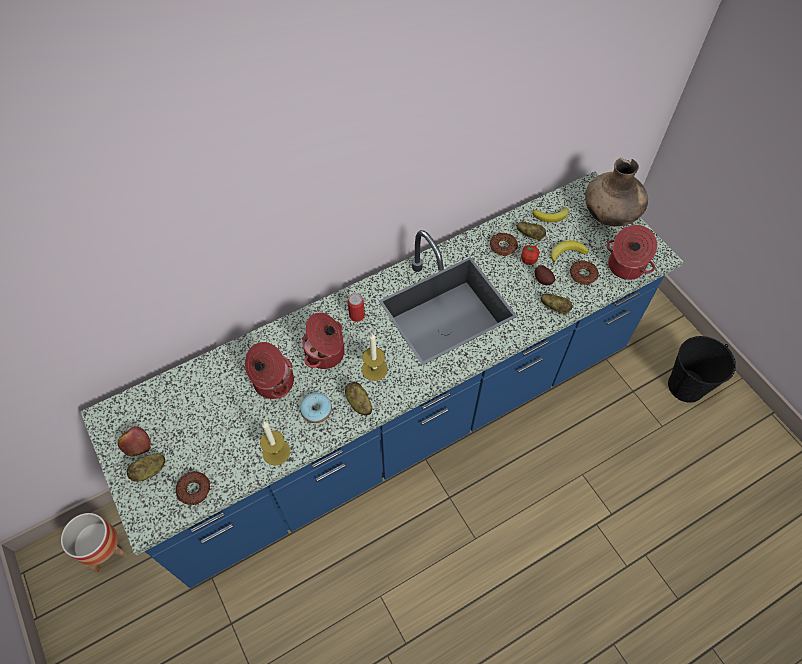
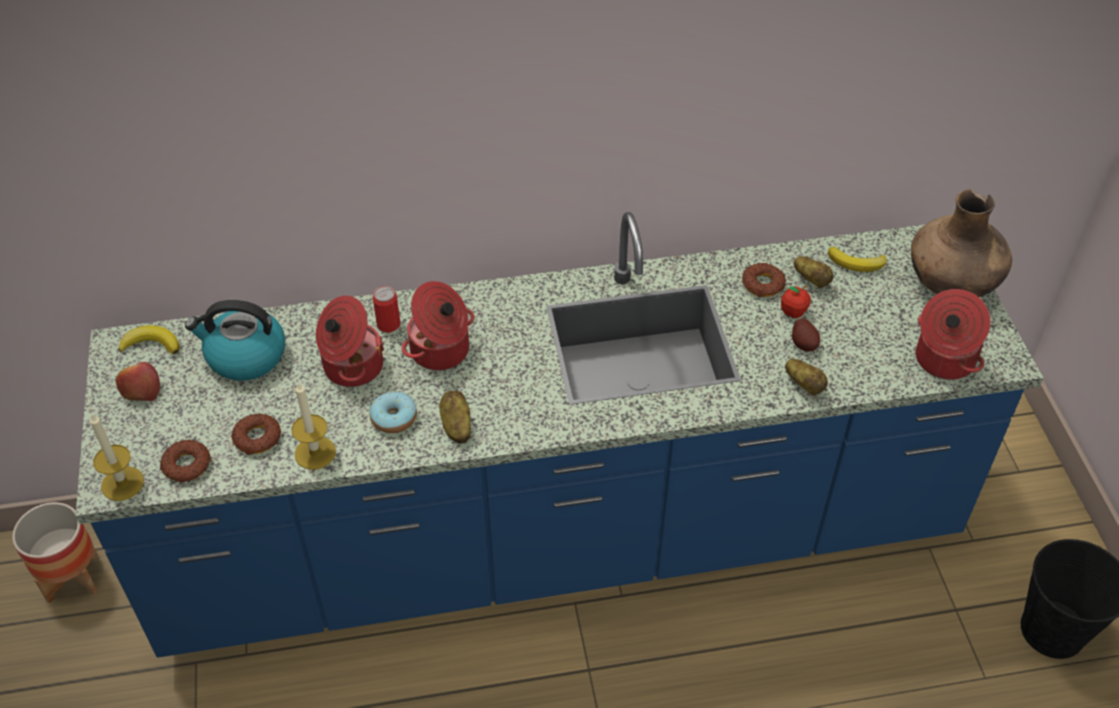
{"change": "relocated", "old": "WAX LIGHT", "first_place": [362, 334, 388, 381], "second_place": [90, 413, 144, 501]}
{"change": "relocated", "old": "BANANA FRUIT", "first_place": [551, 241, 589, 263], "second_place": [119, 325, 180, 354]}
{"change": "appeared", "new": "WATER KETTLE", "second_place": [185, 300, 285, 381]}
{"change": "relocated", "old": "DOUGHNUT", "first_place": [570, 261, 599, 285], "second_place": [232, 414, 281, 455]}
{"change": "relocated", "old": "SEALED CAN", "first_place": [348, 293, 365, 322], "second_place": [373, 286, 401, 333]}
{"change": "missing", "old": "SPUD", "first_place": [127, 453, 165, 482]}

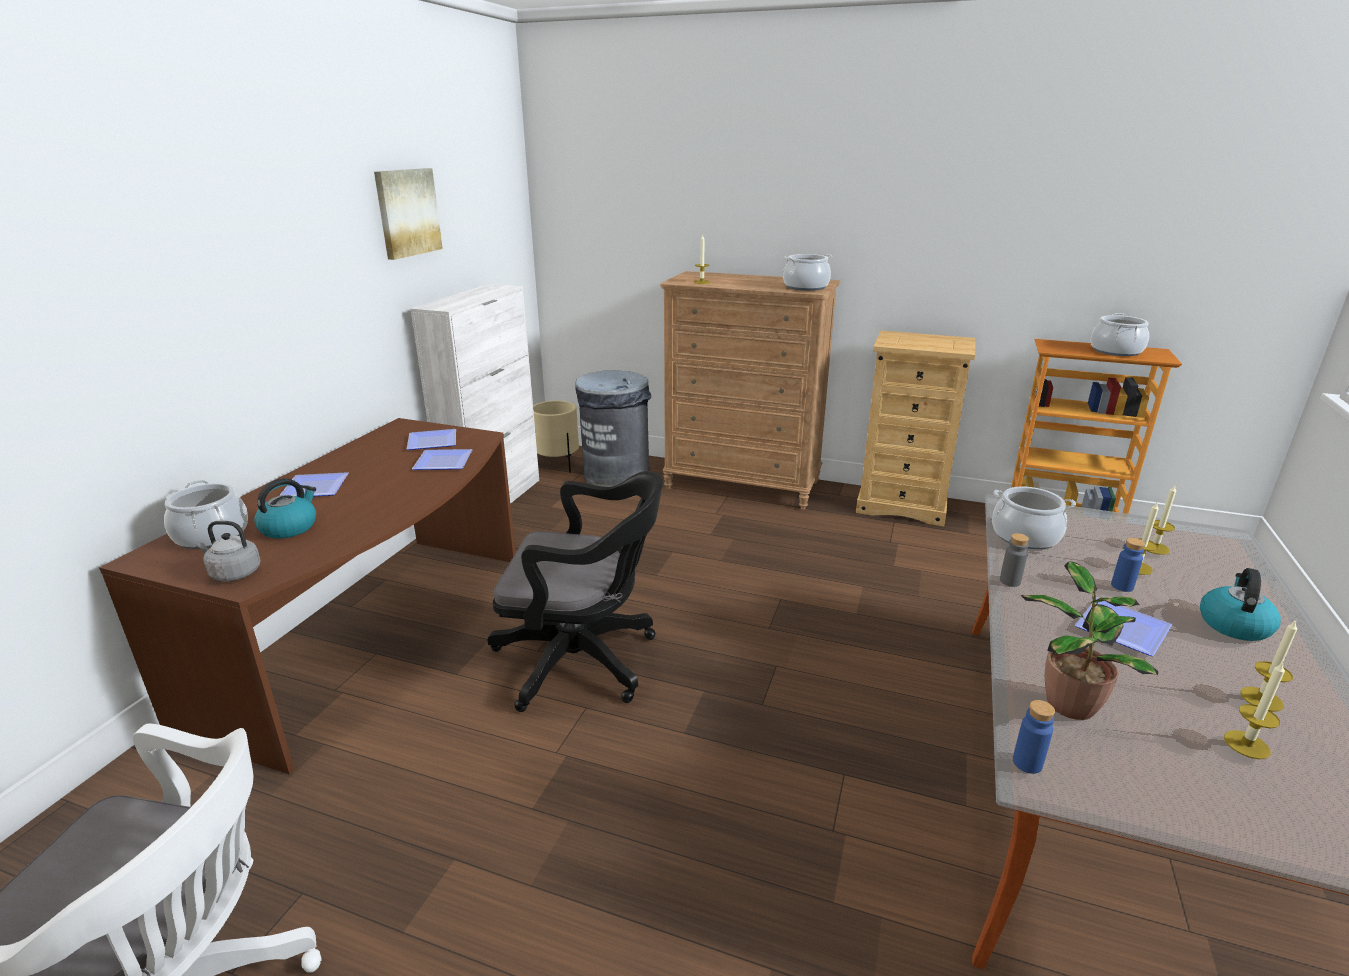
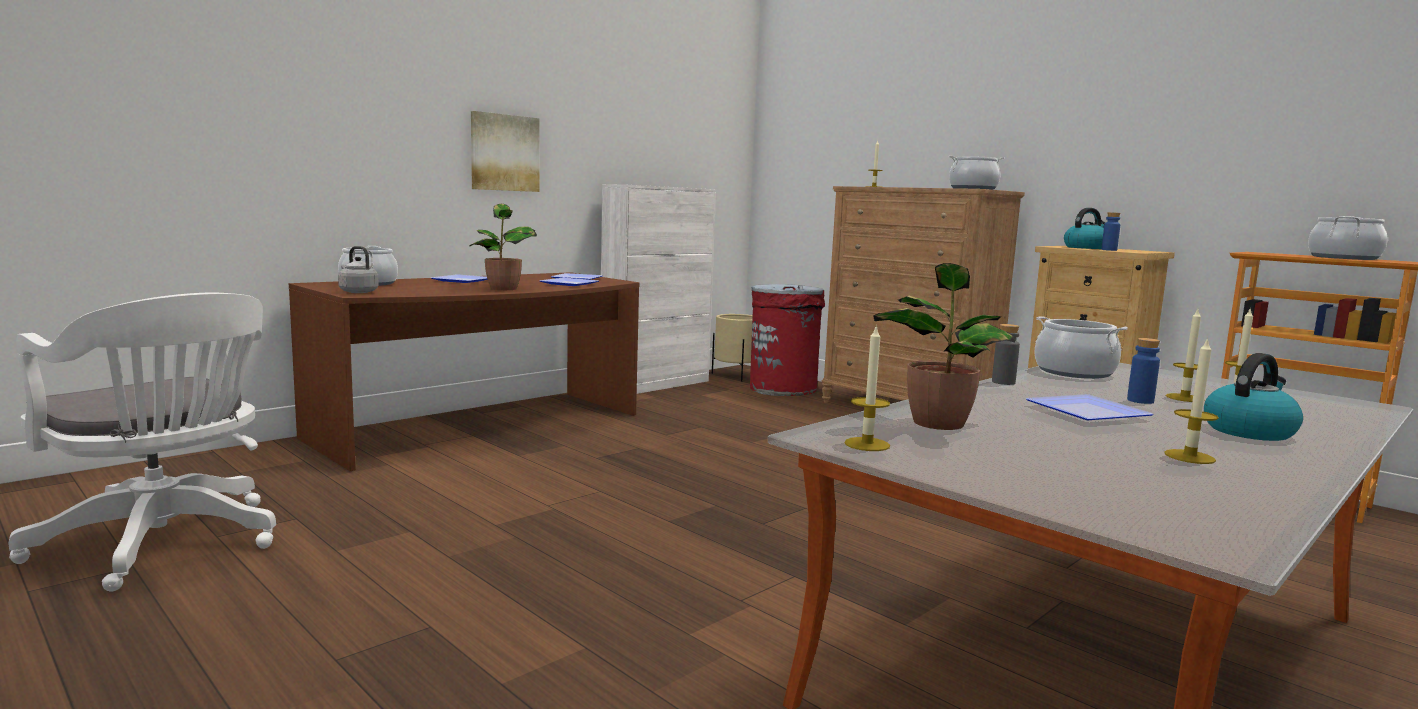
{"change": "appeared", "new": "POTTED PLANT", "second_place": [469, 204, 537, 290]}
{"change": "relocated", "old": "WALL PICTURE", "first_place": [374, 168, 443, 260], "second_place": [471, 111, 540, 192]}
{"change": "colour", "old": "GREY TRASH CAN", "new": "REDDISH TRASH CAN", "first_place": [575, 370, 651, 487], "second_place": [750, 284, 825, 396]}
{"change": "relocated", "old": "WAX LIGHT", "first_place": [1224, 661, 1285, 759], "second_place": [845, 324, 890, 451]}
{"change": "relocated", "old": "WATER KETTLE", "first_place": [254, 478, 316, 539], "second_place": [1064, 208, 1106, 249]}
{"change": "relocated", "old": "BLUISH BEVERAGE BOTTLE", "first_place": [1013, 700, 1055, 774], "second_place": [1101, 212, 1120, 251]}
{"change": "missing", "old": "BLACK DESK CHAIR", "first_place": [488, 471, 663, 712]}

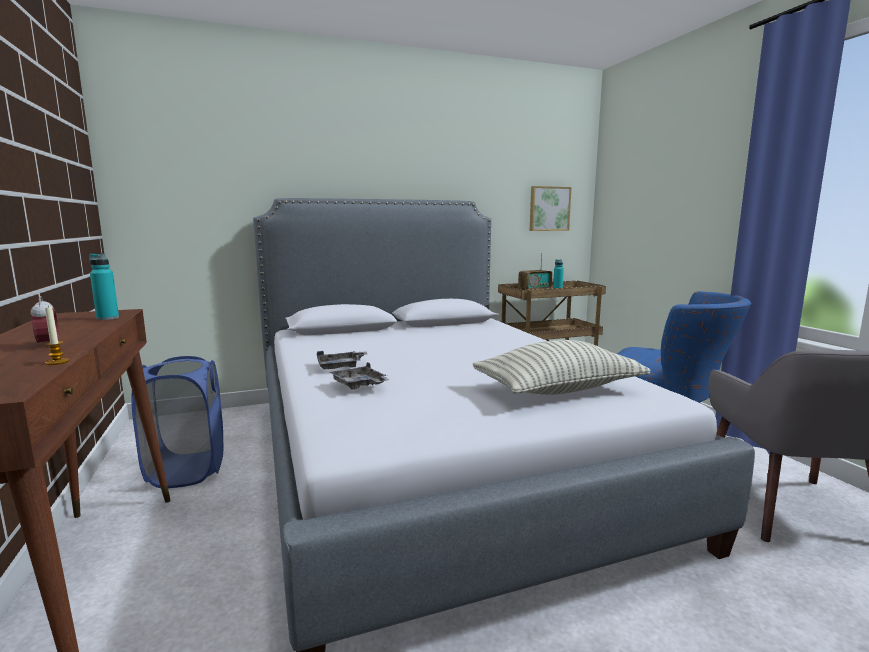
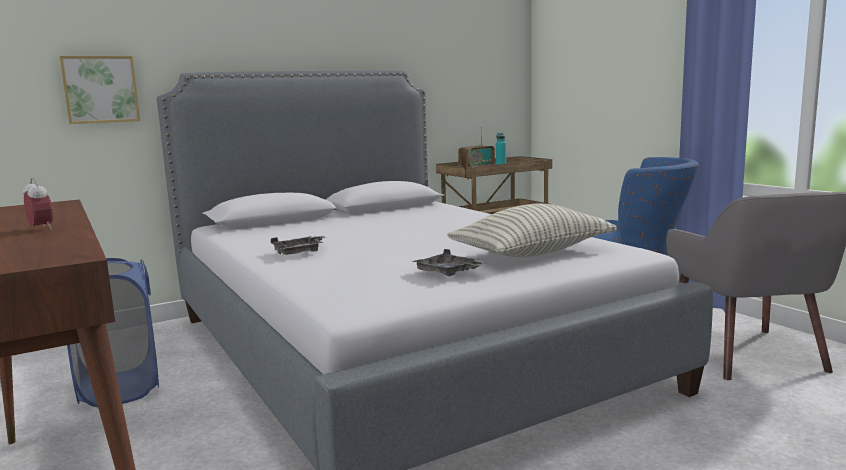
{"change": "relocated", "old": "WALL PICTURE", "first_place": [530, 186, 572, 231], "second_place": [59, 56, 140, 124]}
{"change": "relocated", "old": "GREY SERVING TRAY", "first_place": [330, 362, 390, 389], "second_place": [411, 249, 488, 276]}
{"change": "missing", "old": "WAX LIGHT", "first_place": [45, 306, 70, 365]}
{"change": "missing", "old": "BLUE-GREEN BEVERAGE BOTTLE", "first_place": [89, 254, 119, 320]}

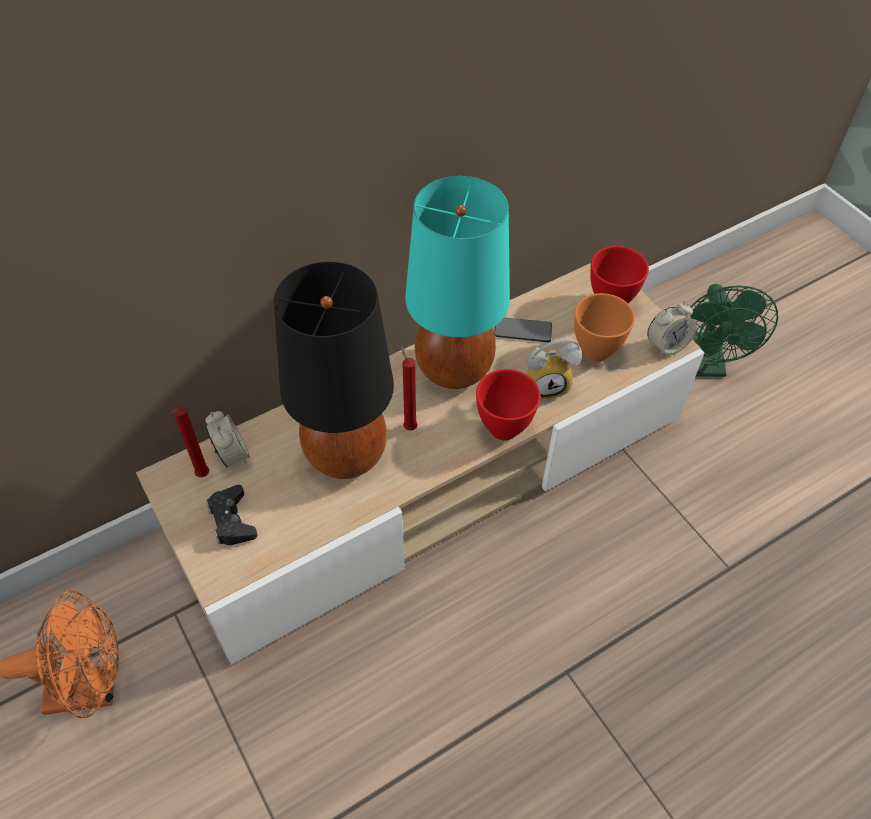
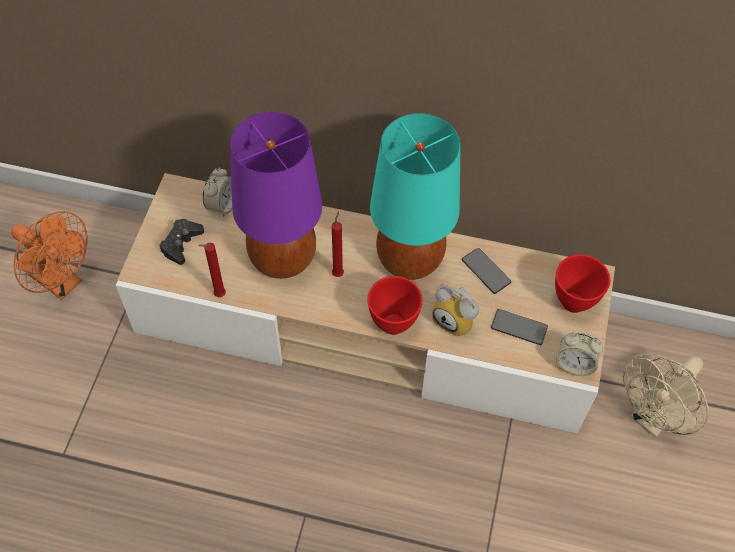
{"change": "relocated", "old": "REDDISH WAX LIGHT", "first_place": [171, 406, 209, 477], "second_place": [198, 242, 226, 297]}
{"change": "colour", "old": "BLACK LAMP FOR A TABLE", "new": "PURPLE-COLOURED LAMP FOR A TABLE", "first_place": [274, 262, 394, 479], "second_place": [230, 112, 322, 279]}
{"change": "exchanged", "old": "ORANGE-COLOURED BOWL", "new": "HANDSET", "first_place": [574, 293, 635, 362], "second_place": [491, 309, 548, 345]}
{"change": "colour", "old": "GREENISH ELECTRIC FAN", "new": "SAND-COLOURED ELECTRIC FAN", "first_place": [690, 284, 778, 377], "second_place": [623, 353, 709, 437]}

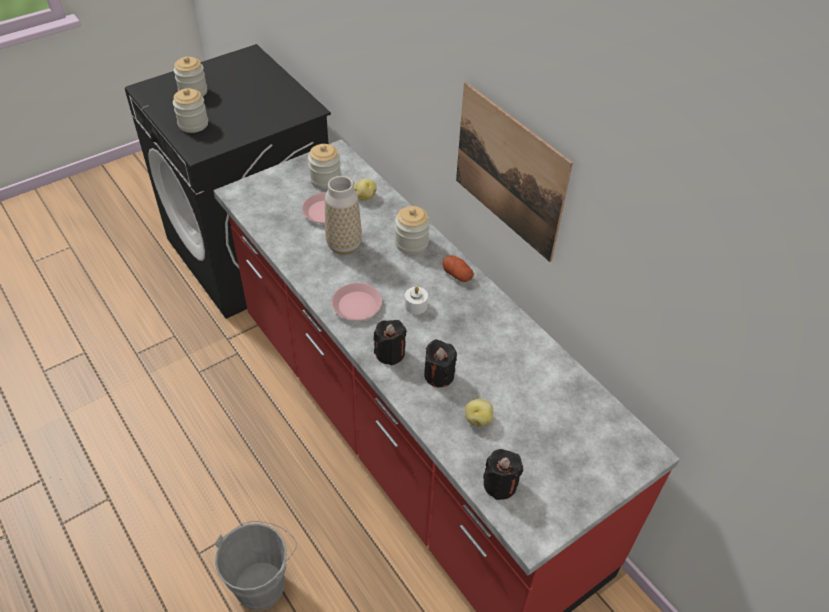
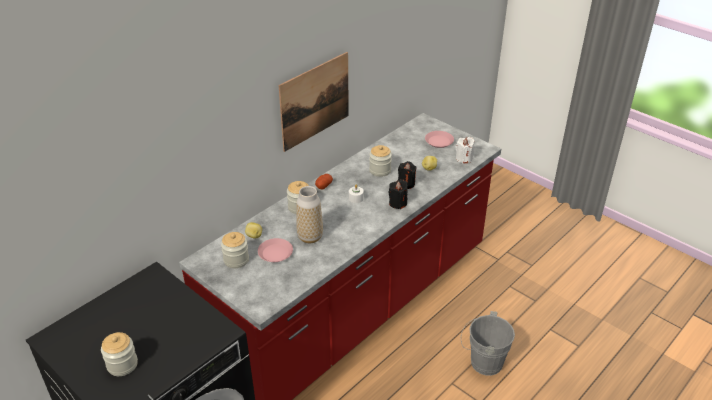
{"change": "relocated", "old": "JAR", "first_place": [173, 88, 208, 133], "second_place": [369, 145, 392, 177]}
{"change": "relocated", "old": "PINK-COLOURED PLATE", "first_place": [332, 283, 382, 321], "second_place": [425, 131, 454, 148]}
{"change": "colour", "old": "BLACK WAX LIGHT", "new": "WHITE WAX LIGHT", "first_place": [483, 449, 523, 500], "second_place": [456, 137, 475, 164]}

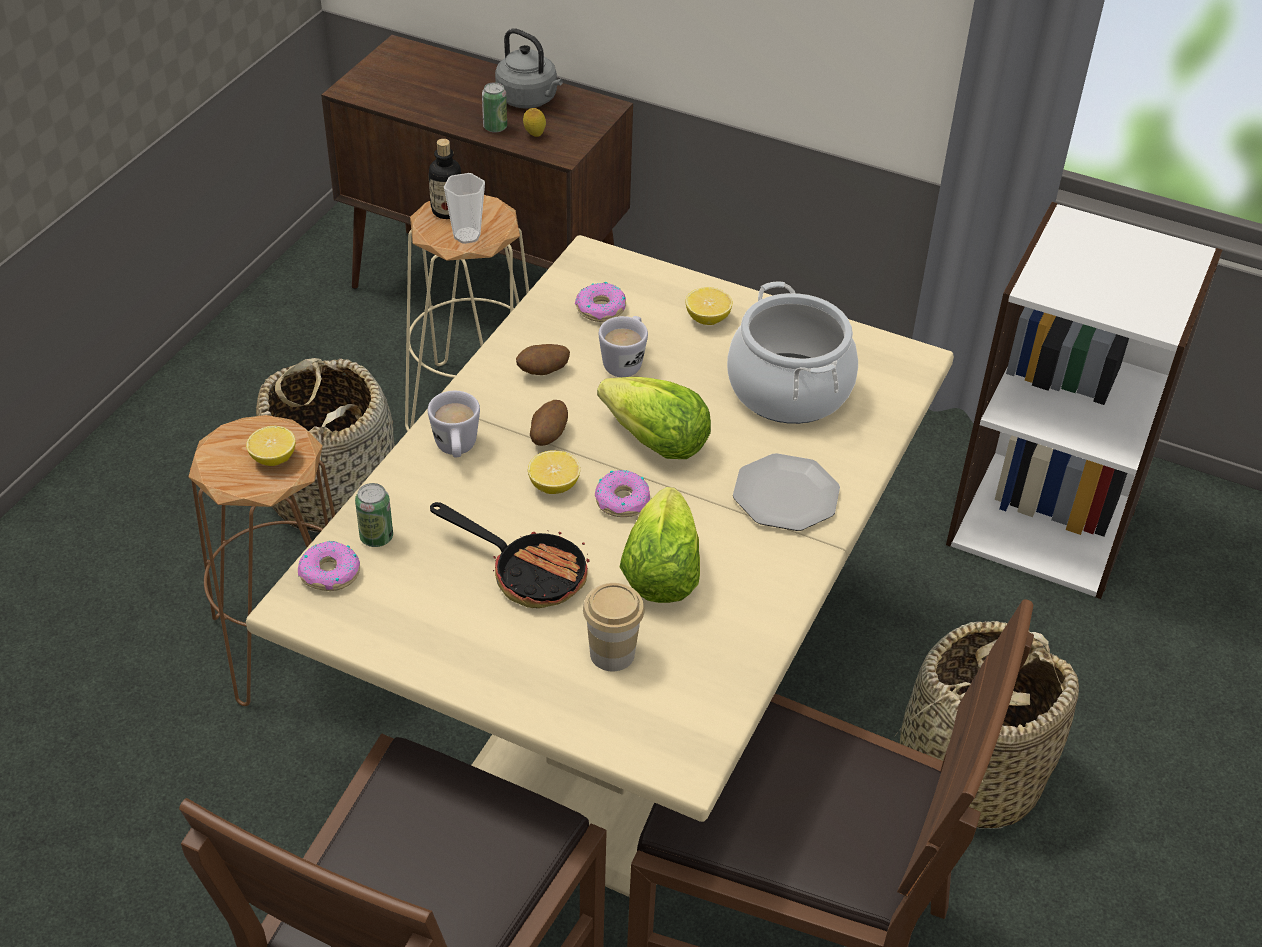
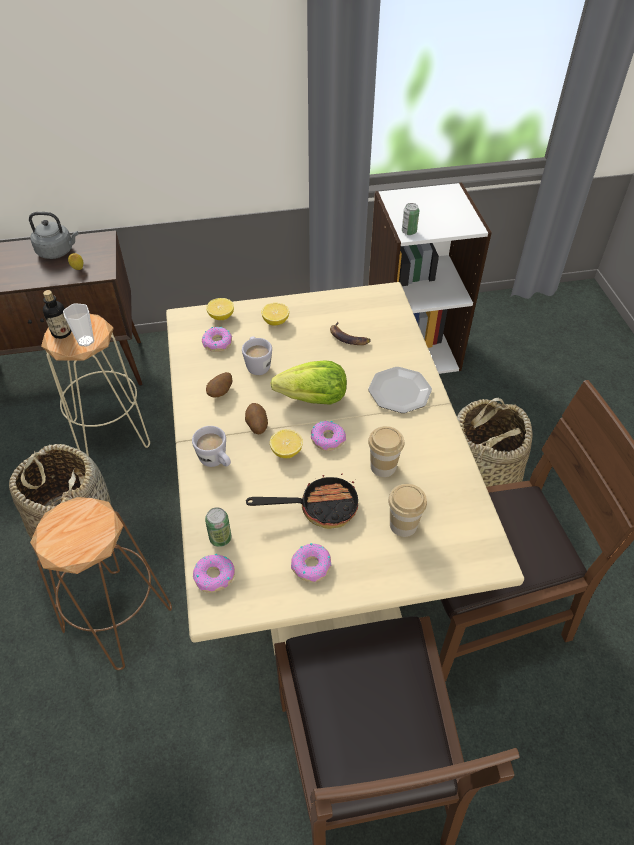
{"change": "relocated", "old": "WHOLE LEMON", "first_place": [246, 426, 295, 466], "second_place": [206, 298, 234, 320]}
{"change": "appeared", "new": "DOUGHNUT", "second_place": [291, 543, 331, 582]}
{"change": "exchanged", "old": "COOKING POT", "new": "BANANA FRUIT", "first_place": [727, 281, 858, 424], "second_place": [330, 322, 371, 345]}
{"change": "exchanged", "old": "HEAD OF LETTUCE", "new": "DRINKING CUP", "first_place": [620, 487, 700, 603], "second_place": [368, 426, 404, 477]}
{"change": "relocated", "old": "SEALED CAN", "first_place": [482, 82, 507, 133], "second_place": [402, 203, 419, 235]}

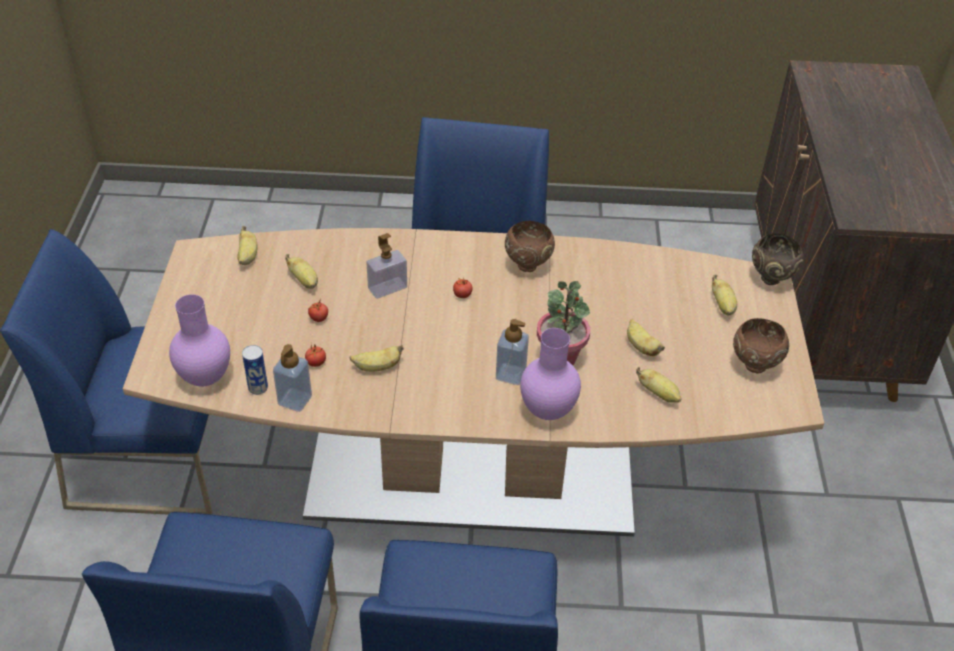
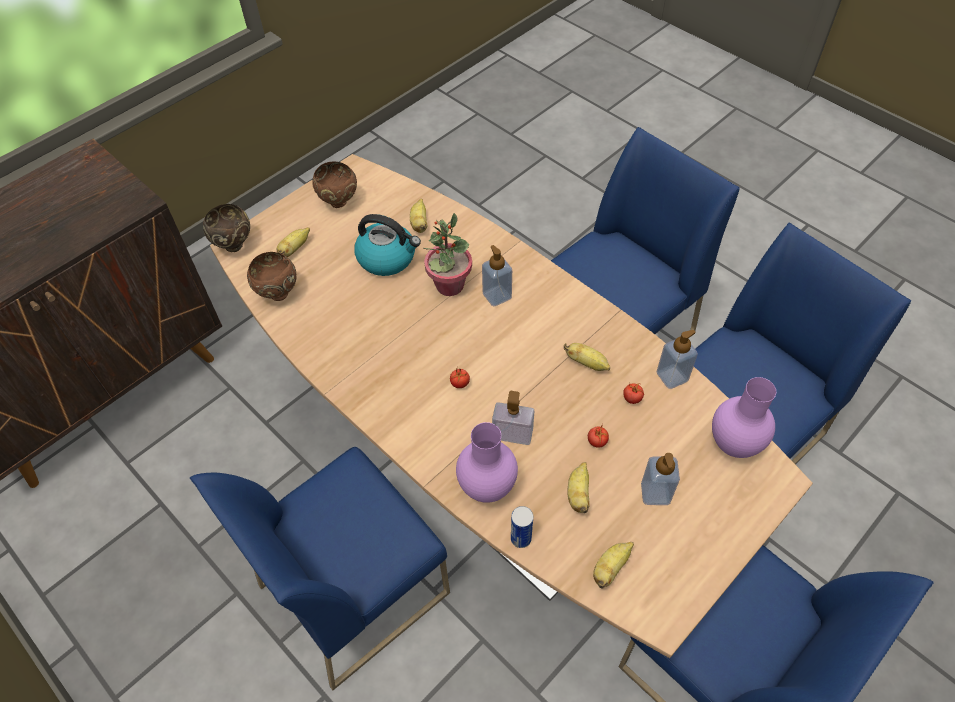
{"change": "relocated", "old": "BROWN BOWL", "first_place": [505, 221, 555, 272], "second_place": [247, 252, 297, 301]}
{"change": "exchanged", "old": "BANANA FRUIT", "new": "WATER KETTLE", "first_place": [627, 319, 665, 356], "second_place": [354, 214, 421, 276]}
{"change": "relocated", "old": "PURPLE-COLOURED FLOWER VASE", "first_place": [520, 328, 581, 420], "second_place": [456, 422, 518, 503]}
{"change": "relocated", "old": "SEALED CAN", "first_place": [242, 345, 268, 395], "second_place": [511, 506, 533, 548]}
{"change": "appeared", "new": "SOAP BOTTLE", "second_place": [641, 453, 680, 505]}

